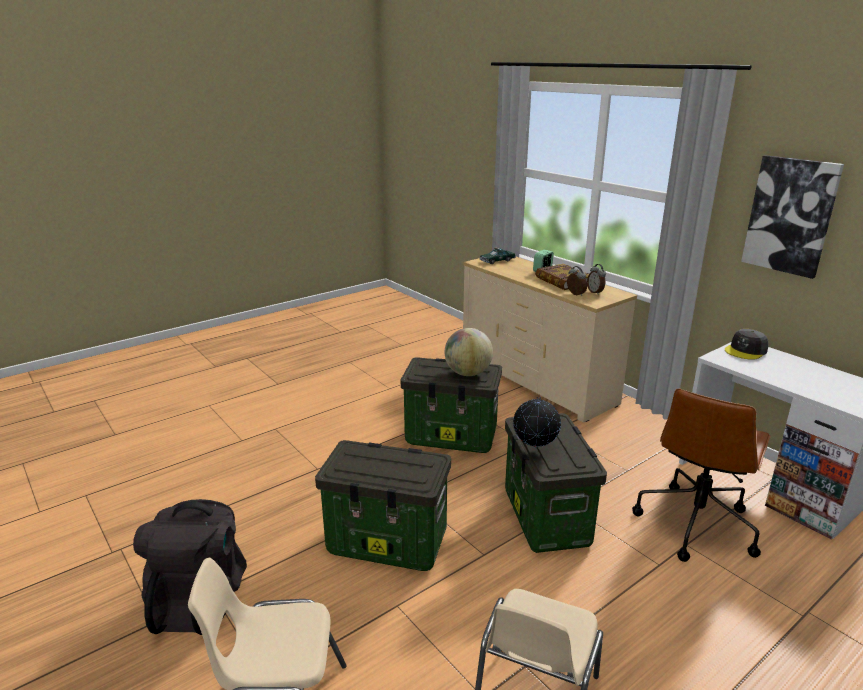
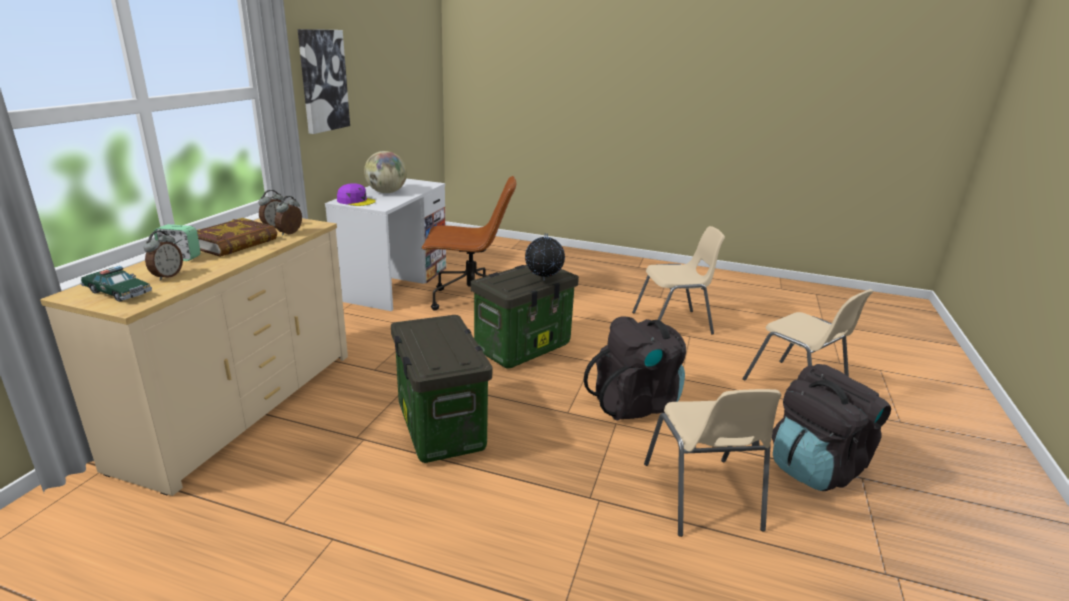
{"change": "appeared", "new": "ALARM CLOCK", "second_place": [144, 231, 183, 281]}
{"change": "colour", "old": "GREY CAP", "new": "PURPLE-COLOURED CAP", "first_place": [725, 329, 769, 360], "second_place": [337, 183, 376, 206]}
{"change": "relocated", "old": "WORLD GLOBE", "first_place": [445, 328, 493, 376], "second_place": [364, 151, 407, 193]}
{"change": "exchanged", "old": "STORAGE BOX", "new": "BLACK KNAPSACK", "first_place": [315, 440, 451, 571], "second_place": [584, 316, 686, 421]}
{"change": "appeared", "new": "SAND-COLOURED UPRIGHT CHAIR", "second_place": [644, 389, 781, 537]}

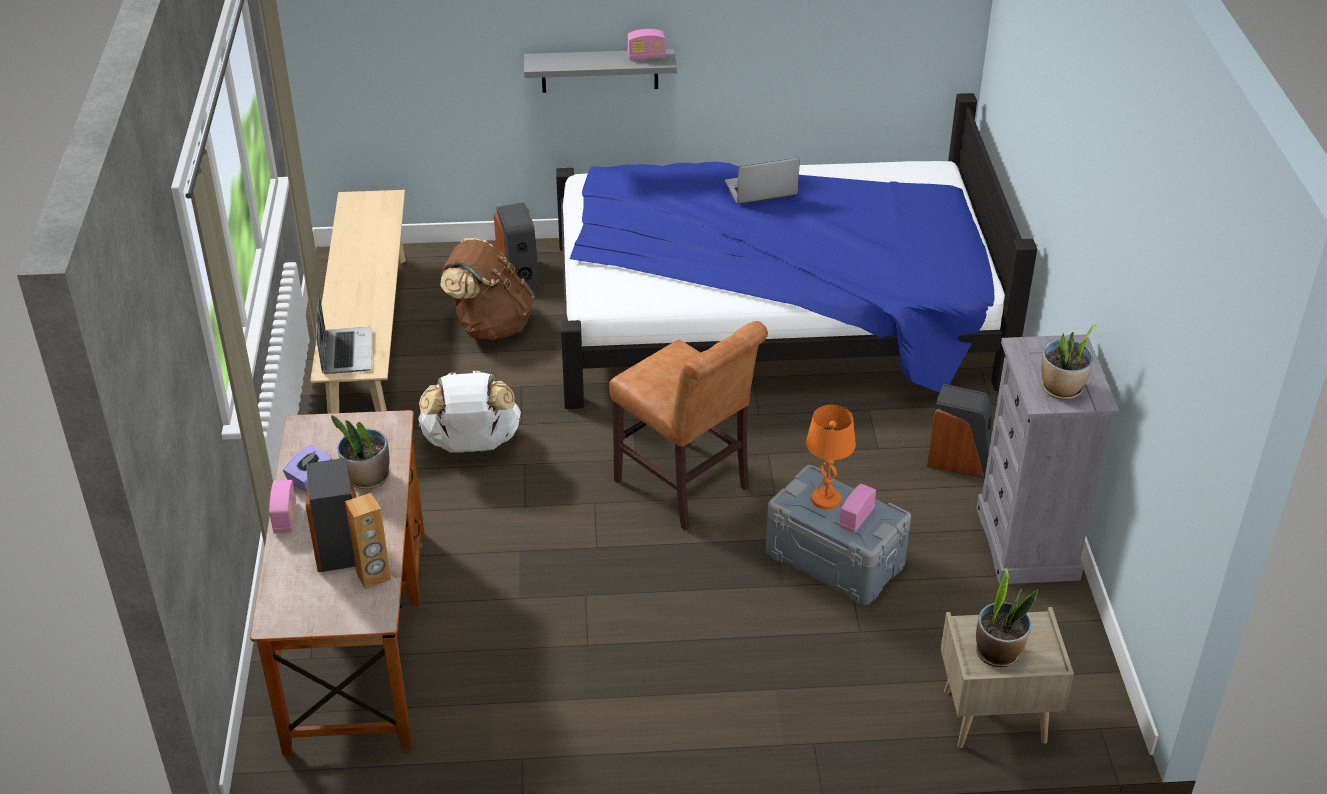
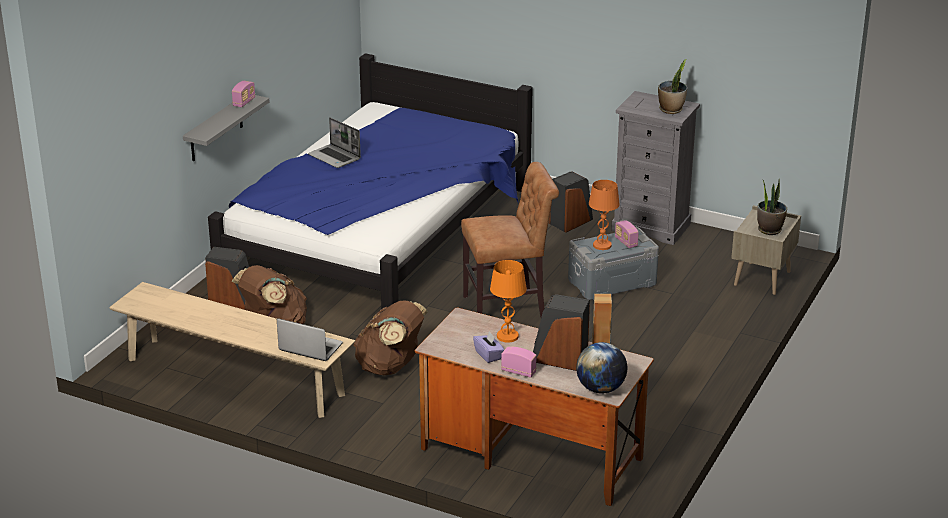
{"change": "spun", "old": "PORTABLE COMPUTER", "first_place": [725, 157, 800, 204], "second_place": [308, 118, 361, 168], "degrees": -60}
{"change": "colour", "old": "WHITE KNAPSACK", "new": "BROWN KNAPSACK", "first_place": [418, 370, 521, 452], "second_place": [353, 300, 428, 375]}
{"change": "exchanged", "old": "POTTED PLANT", "new": "ORANGE-COLOURED LAMP FOR A TABLE", "first_place": [331, 415, 389, 489], "second_place": [490, 260, 527, 342]}
{"change": "appeared", "new": "WORLD GLOBE", "second_place": [576, 342, 628, 394]}

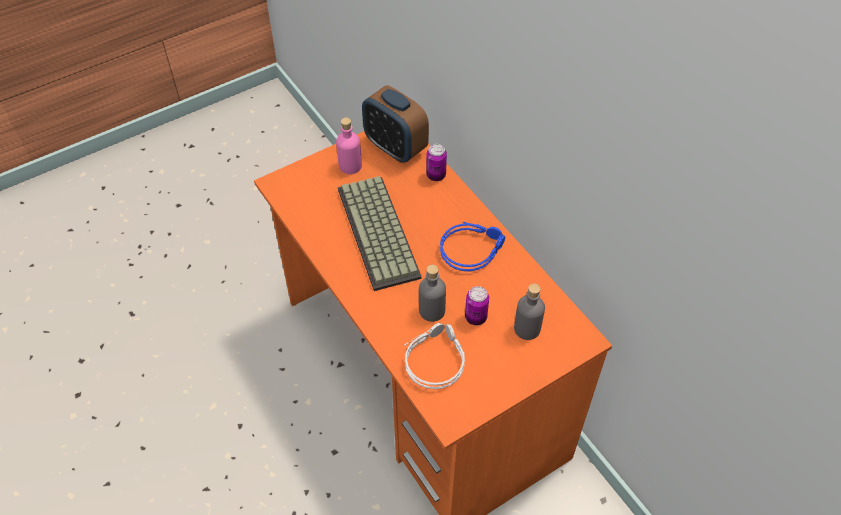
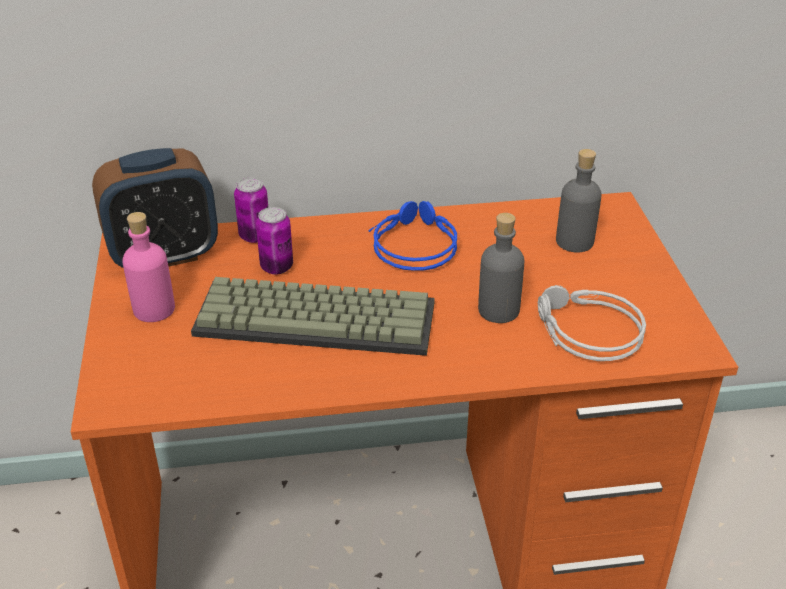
{"change": "relocated", "old": "SEALED CAN", "first_place": [465, 286, 489, 325], "second_place": [256, 207, 293, 274]}

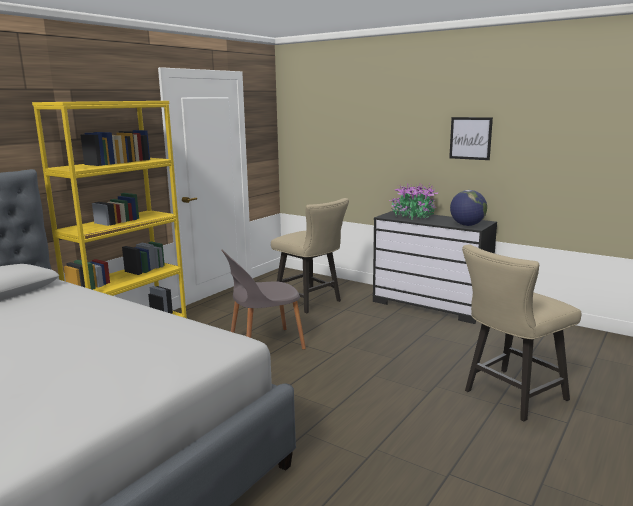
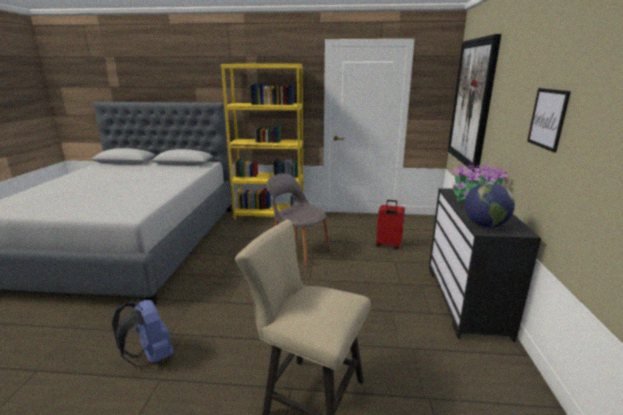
{"change": "appeared", "new": "BLUISH KNAPSACK", "second_place": [112, 300, 174, 367]}
{"change": "exchanged", "old": "SAND-COLOURED UPRIGHT CHAIR", "new": "REDDISH TRAVEL CASE", "first_place": [271, 198, 349, 313], "second_place": [376, 200, 405, 249]}
{"change": "appeared", "new": "WALL PICTURE", "second_place": [448, 34, 501, 172]}

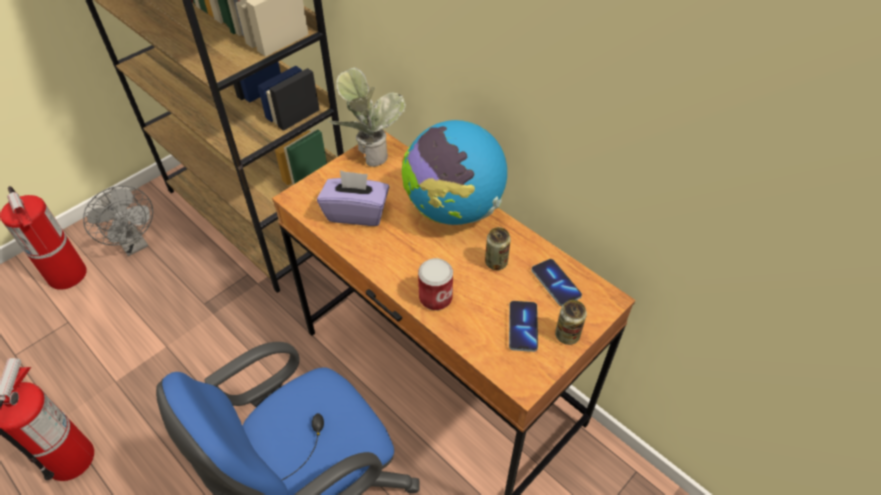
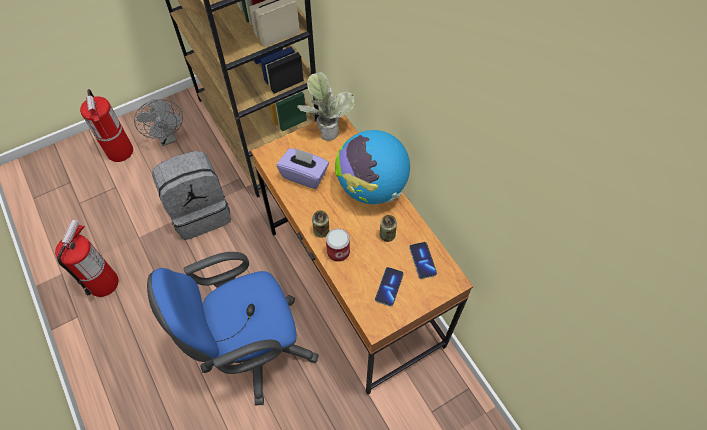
{"change": "appeared", "new": "GREY KNAPSACK", "second_place": [152, 151, 231, 240]}
{"change": "relocated", "old": "SEALED CAN", "first_place": [555, 300, 587, 345], "second_place": [312, 210, 329, 238]}

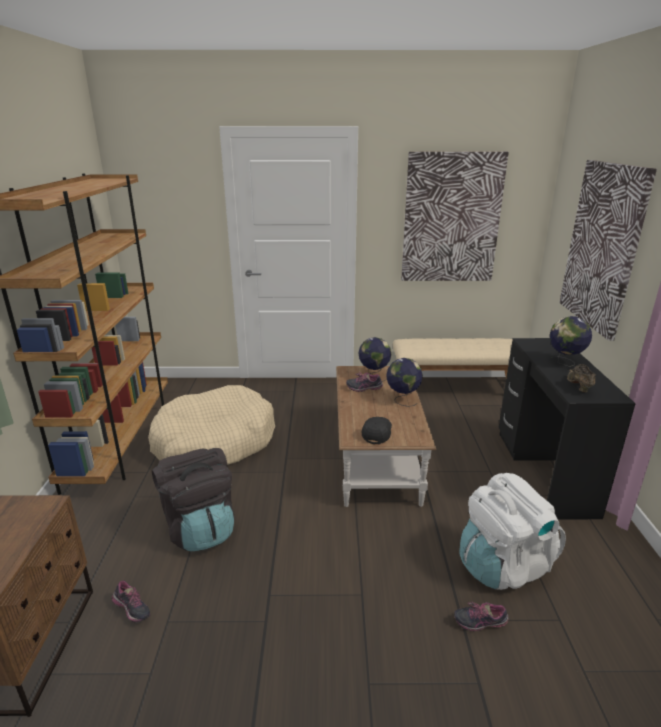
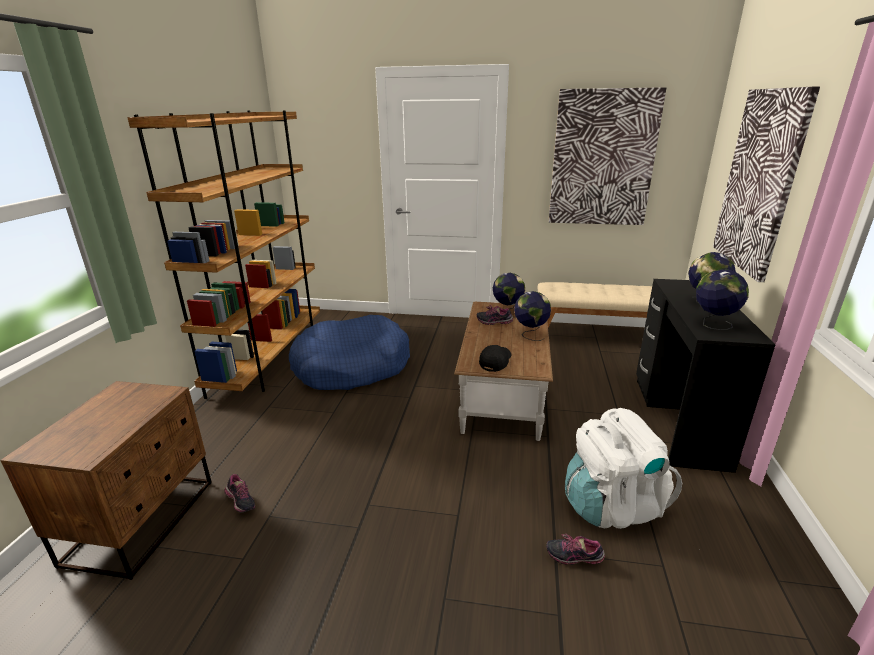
{"change": "colour", "old": "SAND-COLOURED DOG BED", "new": "BLUISH DOG BED", "first_place": [148, 385, 275, 465], "second_place": [289, 315, 410, 390]}
{"change": "exchanged", "old": "BROWN SHOE", "new": "WORLD GLOBE", "first_place": [567, 364, 596, 392], "second_place": [696, 269, 749, 330]}
{"change": "missing", "old": "BLACK KNAPSACK", "first_place": [152, 448, 235, 551]}

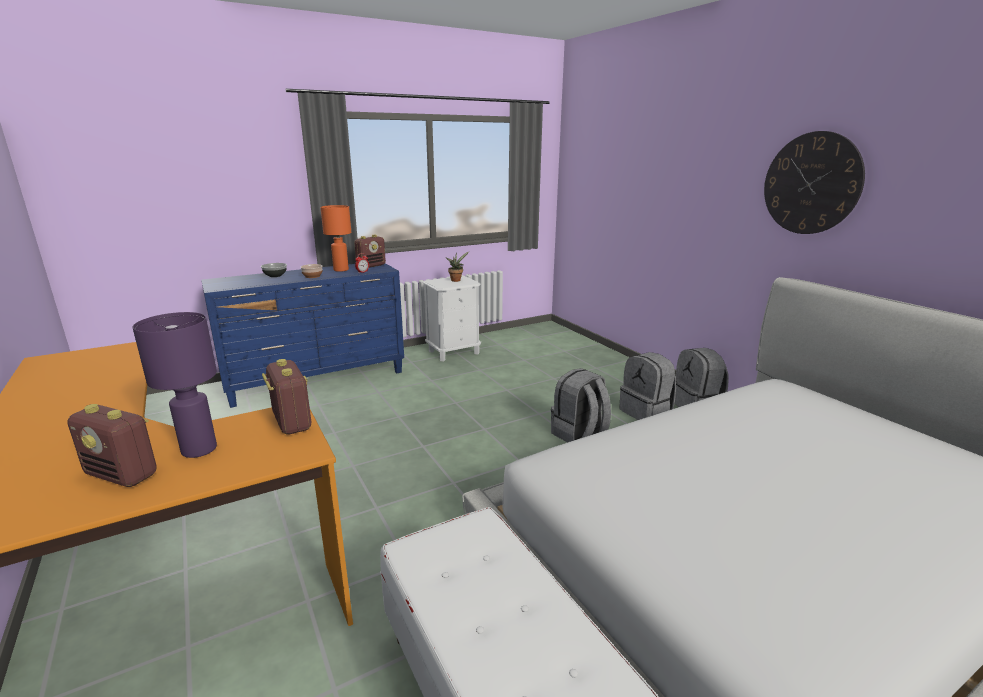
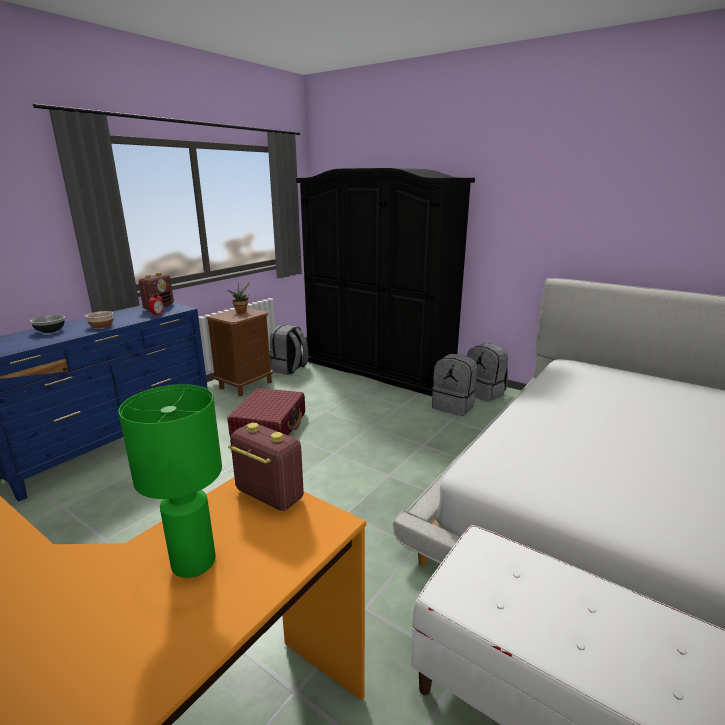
{"change": "colour", "old": "PURPLE-COLOURED LAMP FOR A TABLE", "new": "GREENISH LAMP FOR A TABLE", "first_place": [133, 312, 217, 458], "second_place": [118, 384, 222, 578]}
{"change": "colour", "old": "WHITE BEDSIDE TABLE", "new": "BROWN BEDSIDE TABLE", "first_place": [422, 276, 481, 361], "second_place": [206, 308, 273, 396]}
{"change": "appeared", "new": "REDDISH TRAVEL CASE", "second_place": [227, 388, 305, 438]}
{"change": "relocated", "old": "GREY KNAPSACK", "first_place": [551, 368, 611, 442], "second_place": [269, 324, 308, 375]}
{"change": "appeared", "new": "BLACK CLOTHES CUPBOARD", "second_place": [296, 168, 475, 396]}
{"change": "missing", "old": "RADIO SET", "first_place": [68, 404, 157, 487]}
{"change": "missing", "old": "ORANGE-COLOURED LAMP FOR A TABLE", "first_place": [320, 205, 351, 272]}
{"change": "missing", "old": "WALL CLOCK", "first_place": [764, 131, 865, 234]}

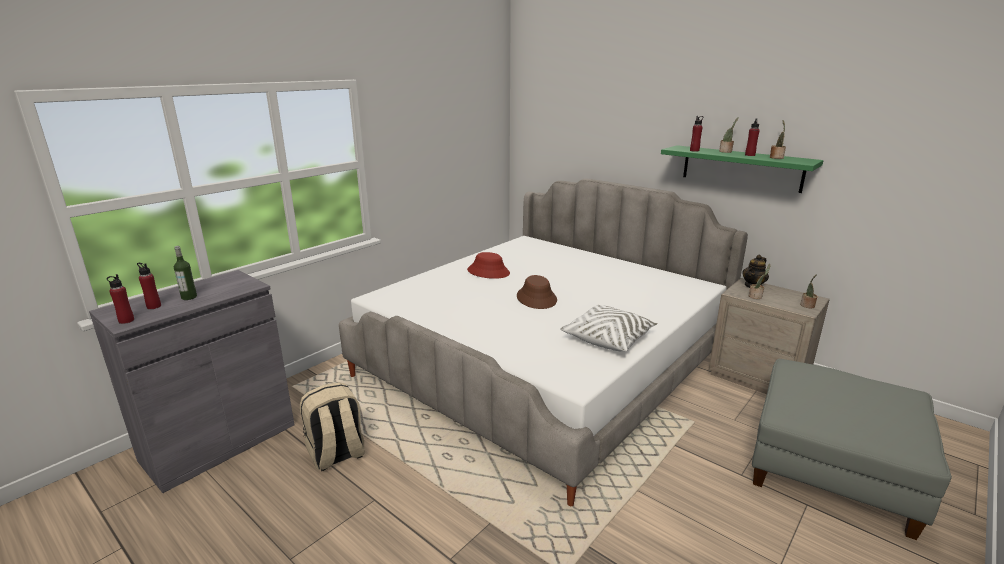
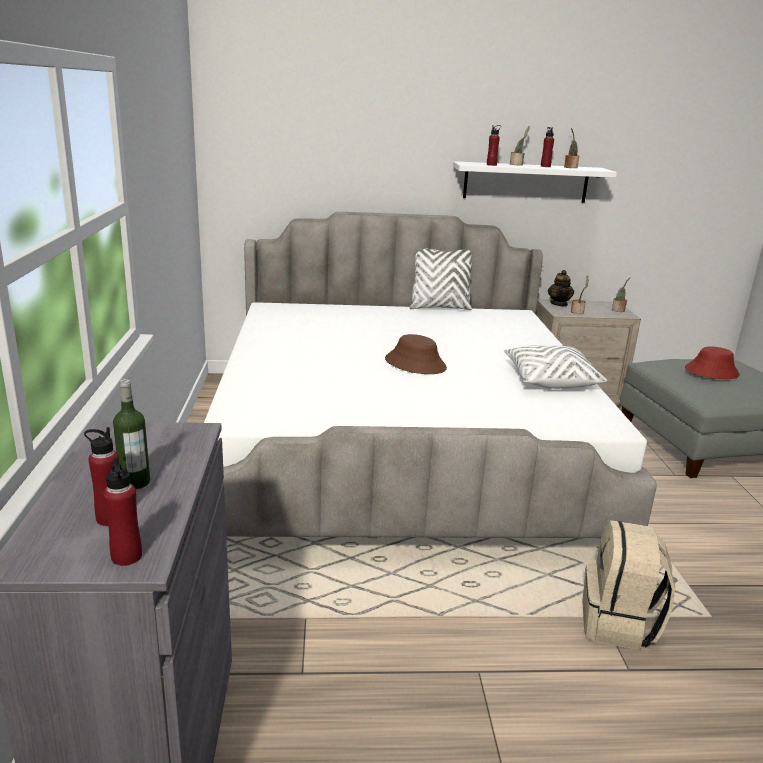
{"change": "appeared", "new": "WHITE PILLOW", "second_place": [409, 249, 472, 310]}
{"change": "colour", "old": "GREENISH SHELF", "new": "WHITE SHELF", "first_place": [661, 145, 824, 193], "second_place": [453, 161, 617, 203]}
{"change": "relocated", "old": "SAND-COLOURED KNAPSACK", "first_place": [300, 382, 365, 471], "second_place": [582, 520, 675, 650]}
{"change": "relocated", "old": "REDDISH HAT", "first_place": [467, 252, 510, 279], "second_place": [685, 347, 740, 379]}

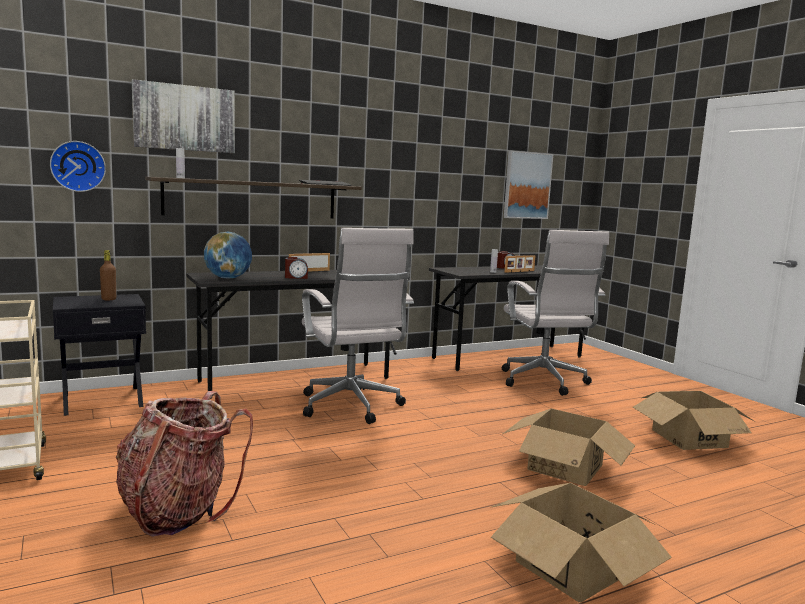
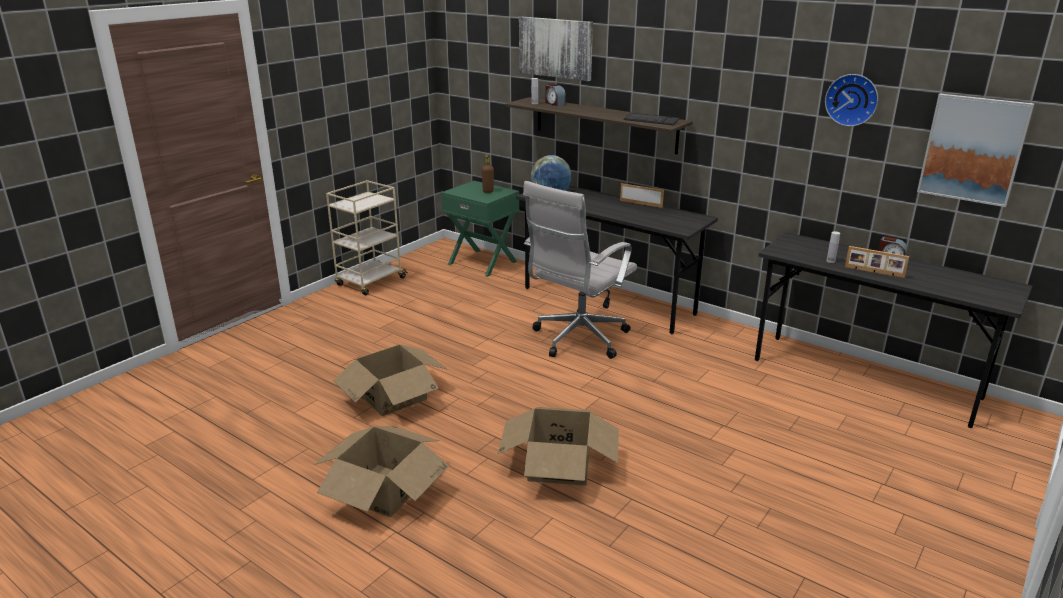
{"change": "relocated", "old": "PACKING BOX", "first_place": [633, 391, 755, 450], "second_place": [333, 344, 448, 416]}
{"change": "colour", "old": "BLACK BEDSIDE TABLE", "new": "GREENISH BEDSIDE TABLE", "first_place": [53, 294, 146, 416], "second_place": [441, 181, 519, 277]}
{"change": "relocated", "old": "ALARM CLOCK", "first_place": [285, 257, 308, 279], "second_place": [546, 84, 566, 106]}
{"change": "relocated", "old": "WALL CLOCK", "first_place": [50, 141, 106, 192], "second_place": [825, 74, 878, 126]}
{"change": "missing", "old": "KNAPSACK", "first_place": [116, 391, 253, 537]}
{"change": "missing", "old": "WHITE DESK CHAIR", "first_place": [502, 230, 609, 396]}

